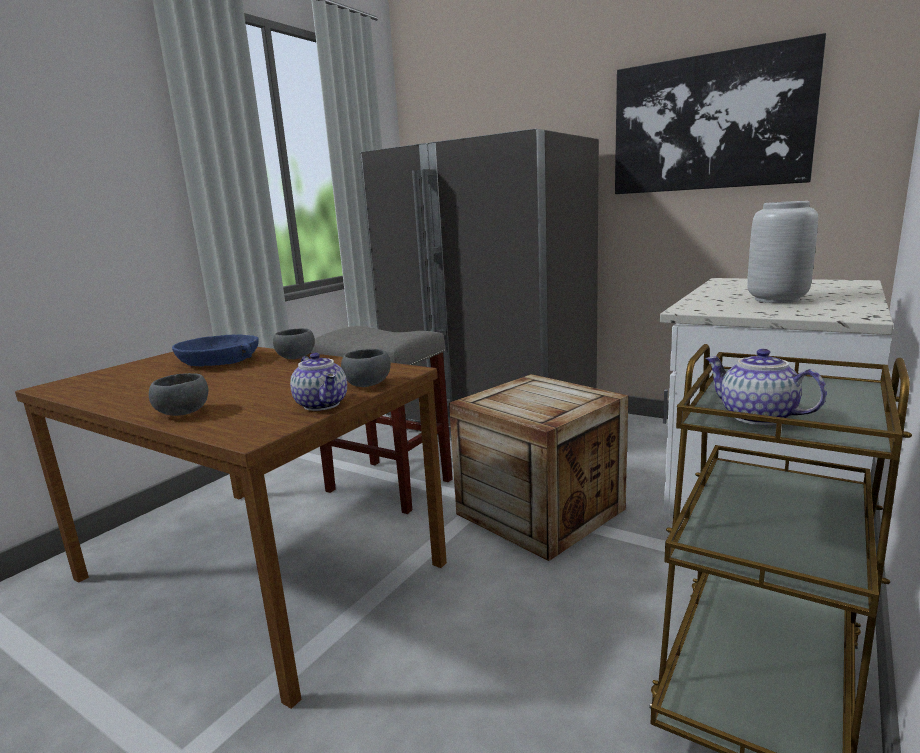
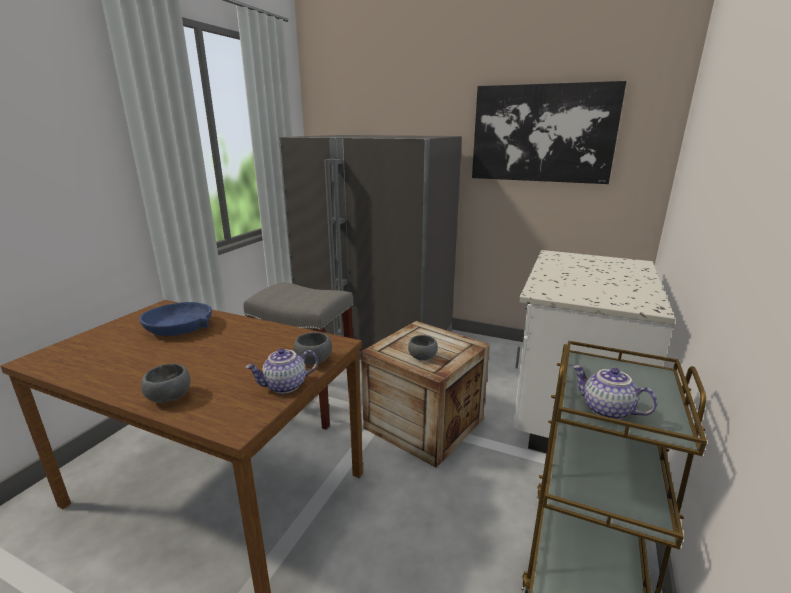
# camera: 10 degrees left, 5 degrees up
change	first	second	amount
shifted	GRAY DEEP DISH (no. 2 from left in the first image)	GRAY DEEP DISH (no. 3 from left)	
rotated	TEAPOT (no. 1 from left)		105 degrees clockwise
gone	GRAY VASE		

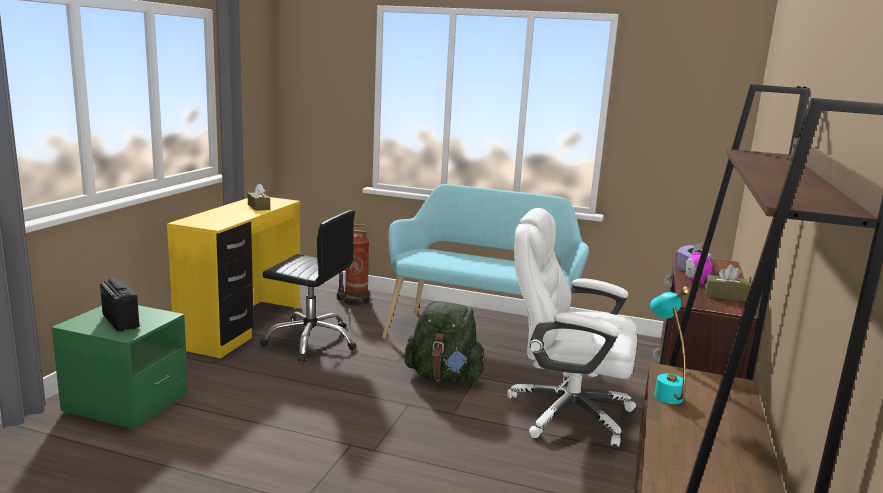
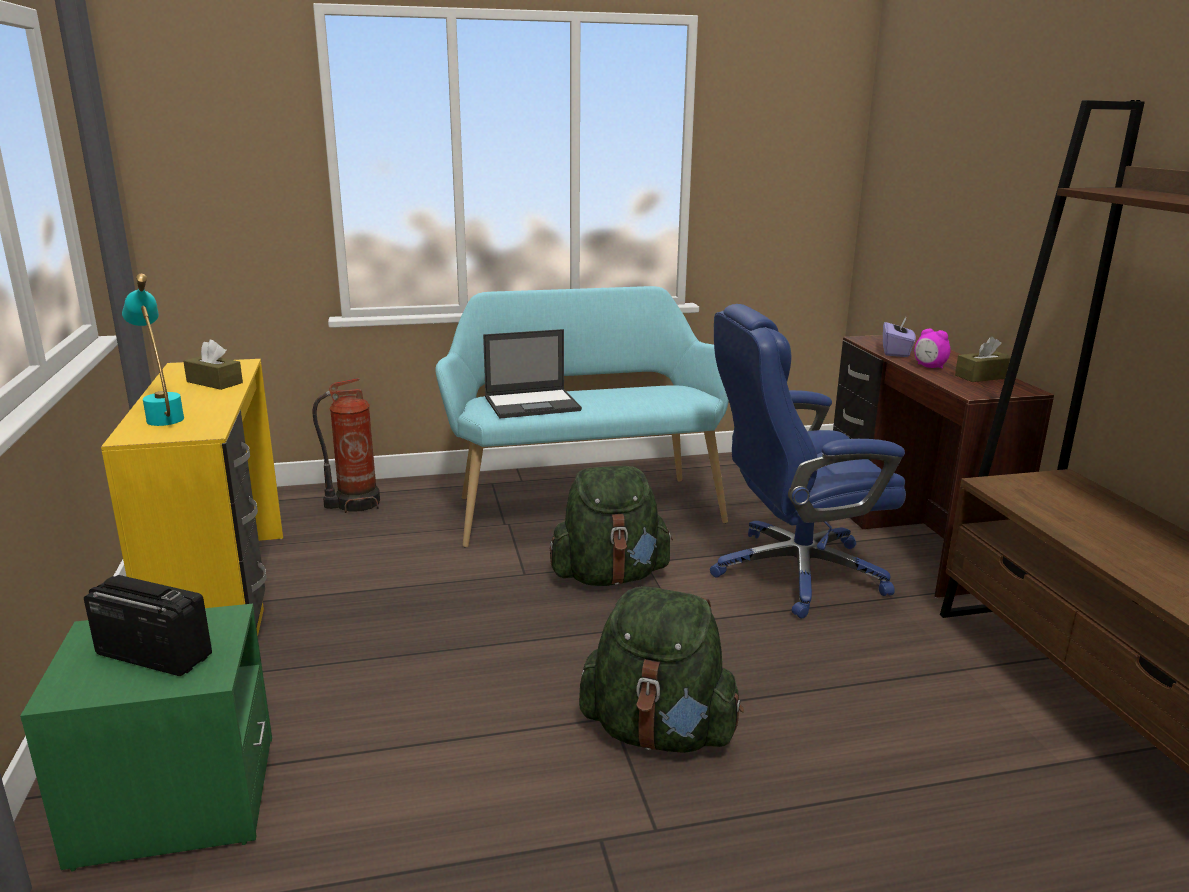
# camera: 30 degrees left, 5 degrees up
change	first	second	amount
gone	BLACKISH OFFICE CHAIR		
repainted	WHITE OFFICE CHAIR	BLUE OFFICE CHAIR	
shifted	TURQUOISE-COLOURED LAMP FOR A TABLE		
new		PORTABLE COMPUTER	
new		GREEN-COLOURED KNAPSACK (no. 2 from left)	

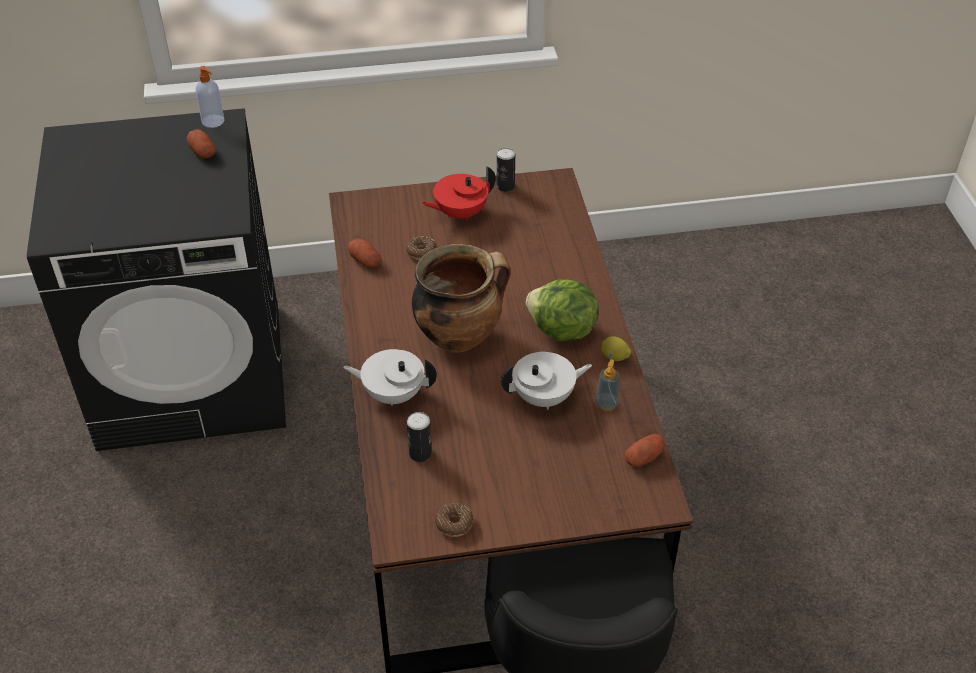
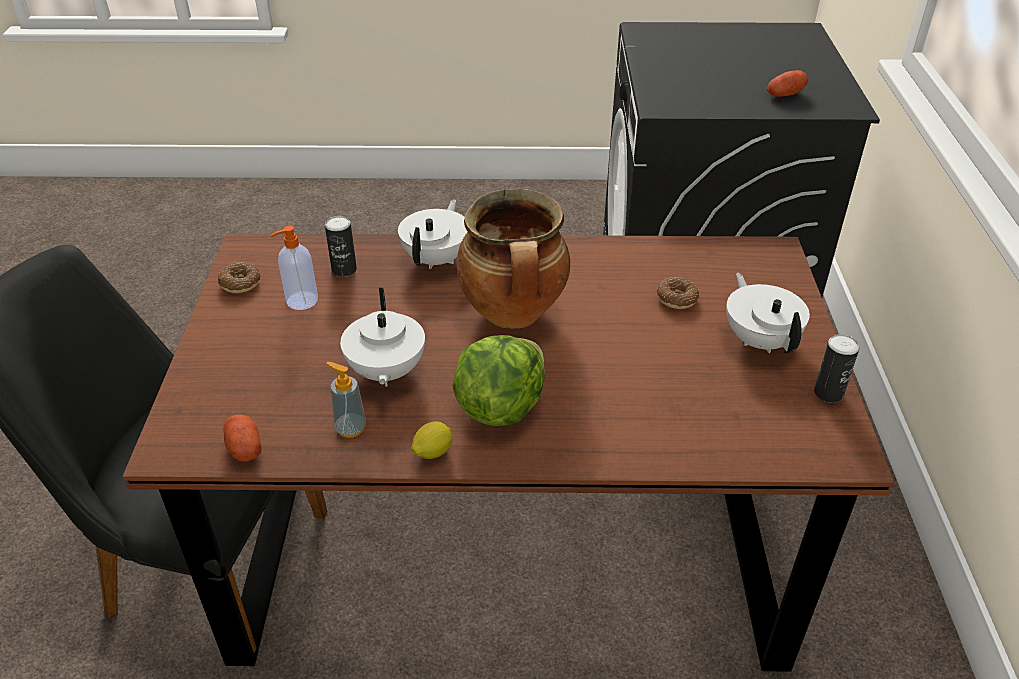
# camera: 100 degrees right, 5 degrees down
change	first	second	amount
shifted	SOAP DISPENSER (no. 1 from left)		
gone	POTATO (no. 2 from left)		
repainted	REDDISH TEAPOT	WHITE TEAPOT (no. 3 from left)	

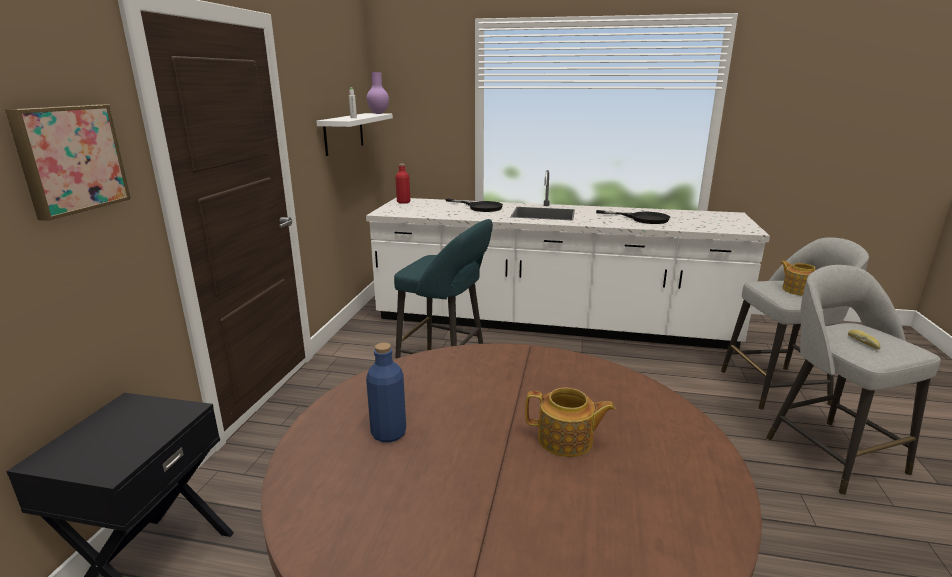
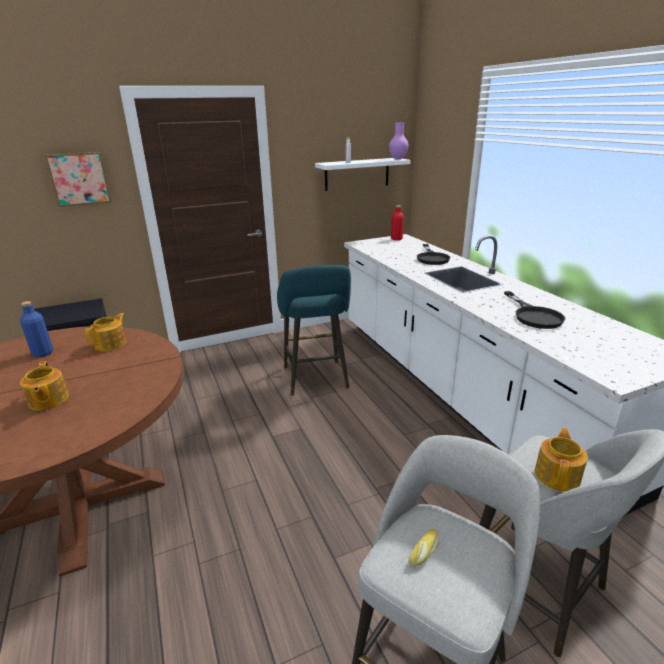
# camera: 55 degrees right, 5 degrees up
change	first	second	amount
new		TEAPOT (no. 2 from left)	

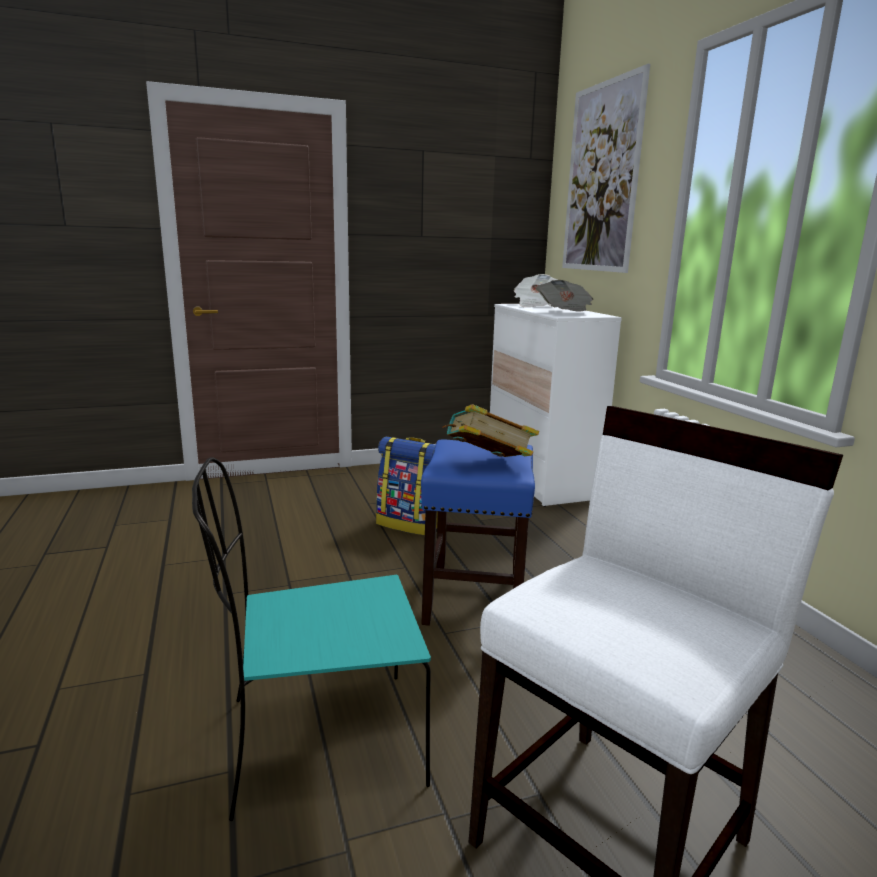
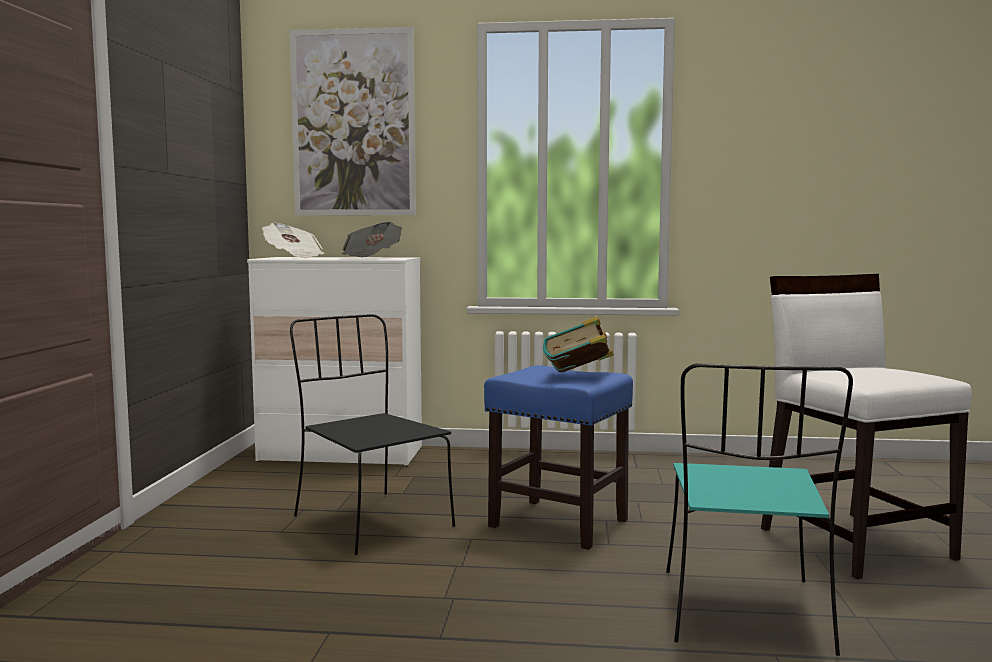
# camera: 65 degrees left, 10 degrees down
change	first	second	amount
swapped	KNAPSACK	BLACKISH PLAIN CHAIR	

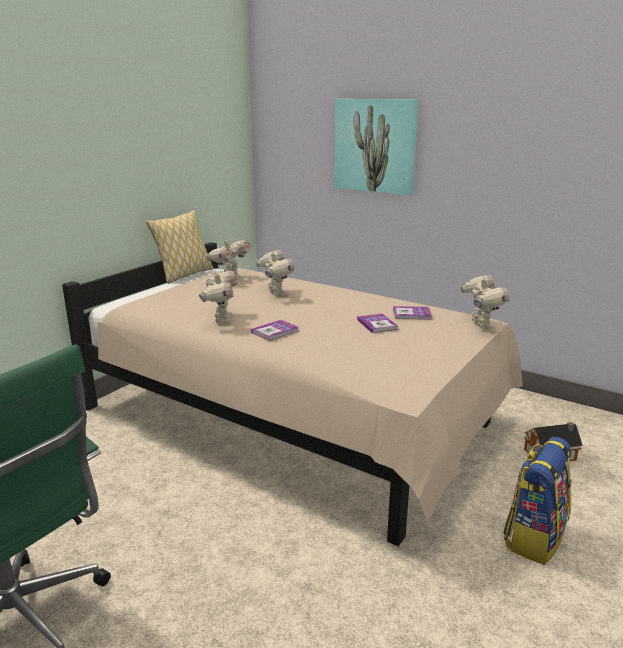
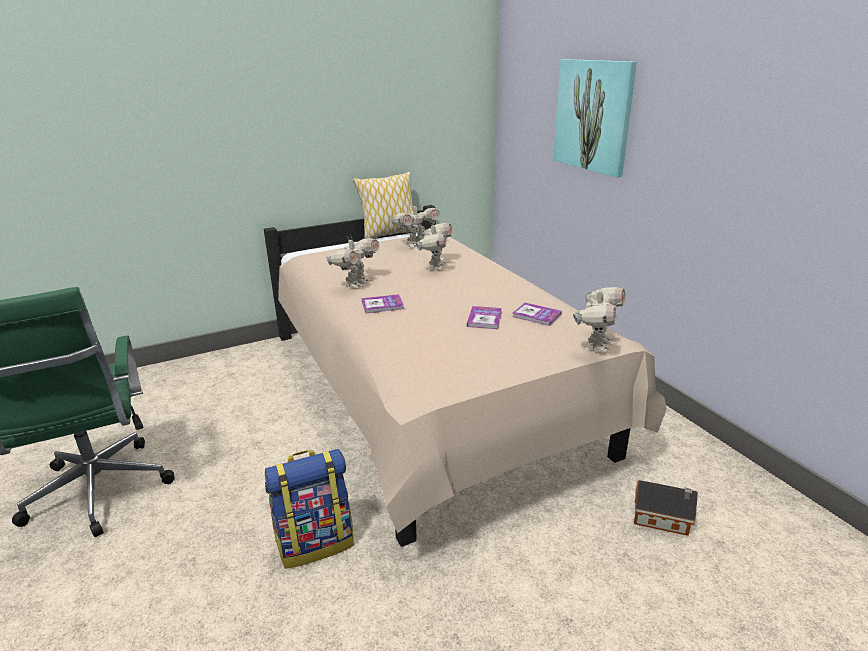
# camera: 30 degrees right, 5 degrees up
change	first	second	amount
shifted	KNAPSACK		

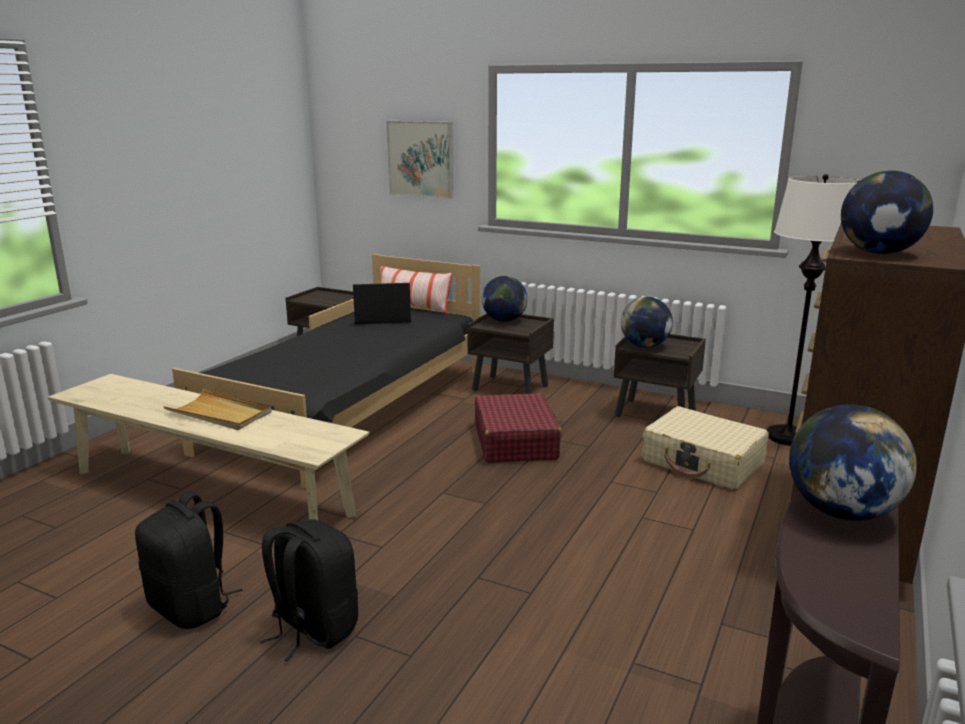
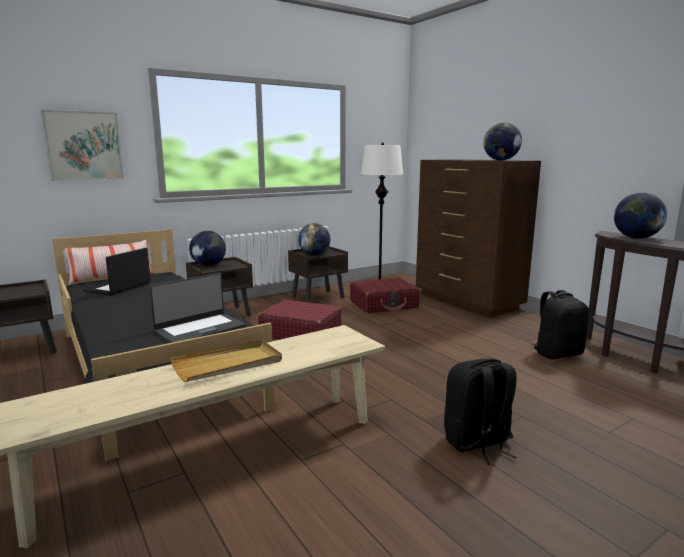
# camera: 60 degrees left, 5 degrees down
change	first	second	amount
shifted	BLACKISH KNAPSACK (no. 1 from left in the first image)	BLACKISH KNAPSACK (no. 2 from left)	
repainted	BEIGE SUITCASE	REDDISH SUITCASE (no. 2 from left)	
new		PORTABLE COMPUTER (no. 2 from left)	

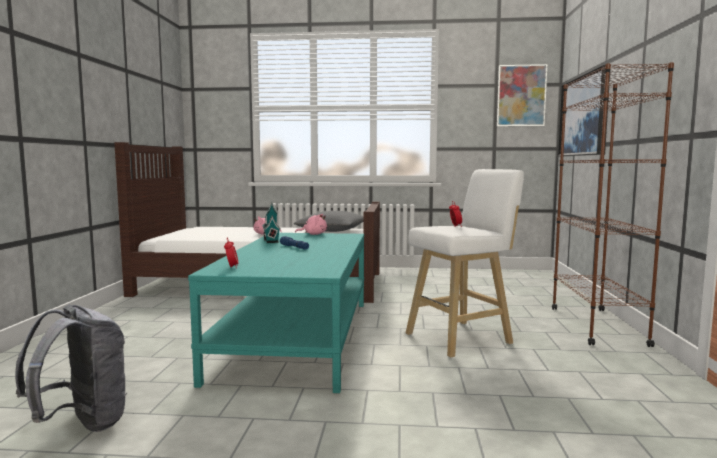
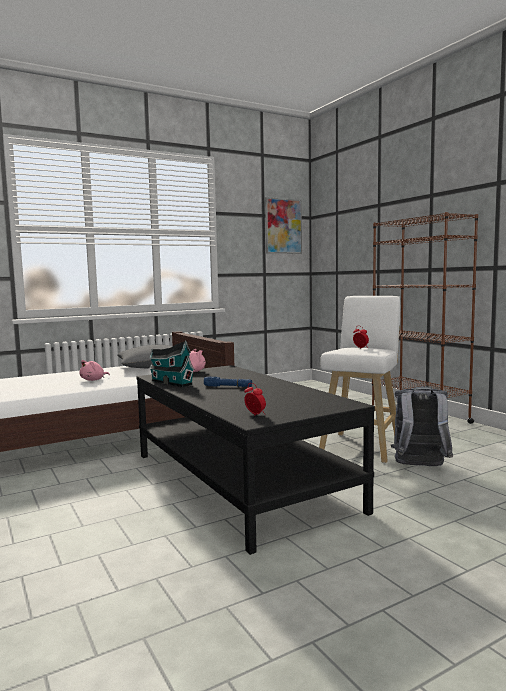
# camera: 35 degrees left, 0 degrees up
change	first	second	amount
shifted	GRAY KNAPSACK		
repainted	TURQUOISE-COLOURED COFFEE TABLE	BLACKISH COFFEE TABLE	
gone	WALL ART (no. 2 from left)		

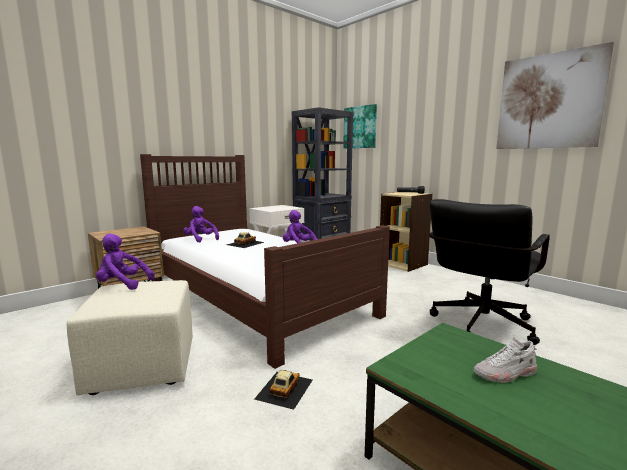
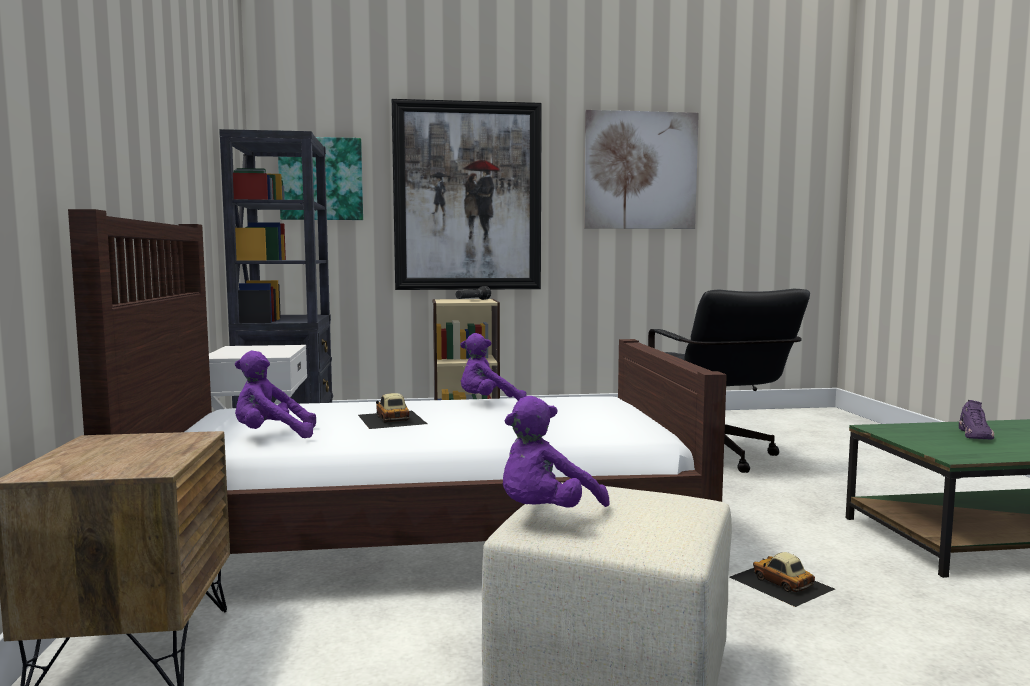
# camera: 55 degrees left, 5 degrees down
change	first	second	amount
repainted	WHITE ITEM OF FOOTWEAR	PURPLISH ITEM OF FOOTWEAR	
new		WALL ART (no. 2 from left)	

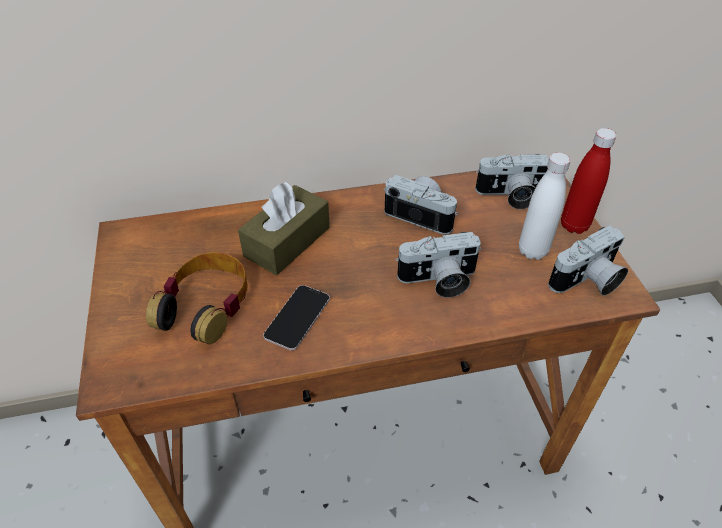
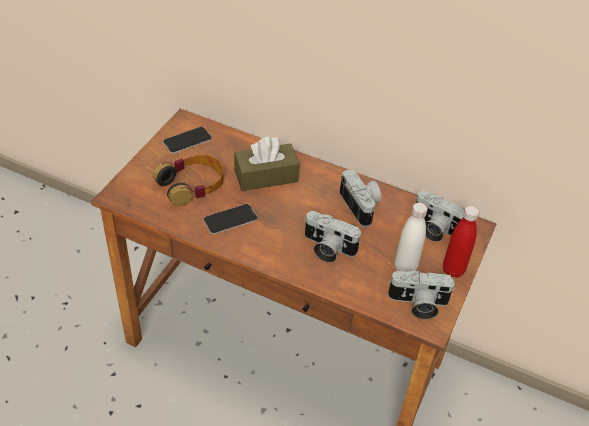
# camera: 35 degrees right, 0 degrees up
change	first	second	amount
new		PHONE (no. 1 from left)	

